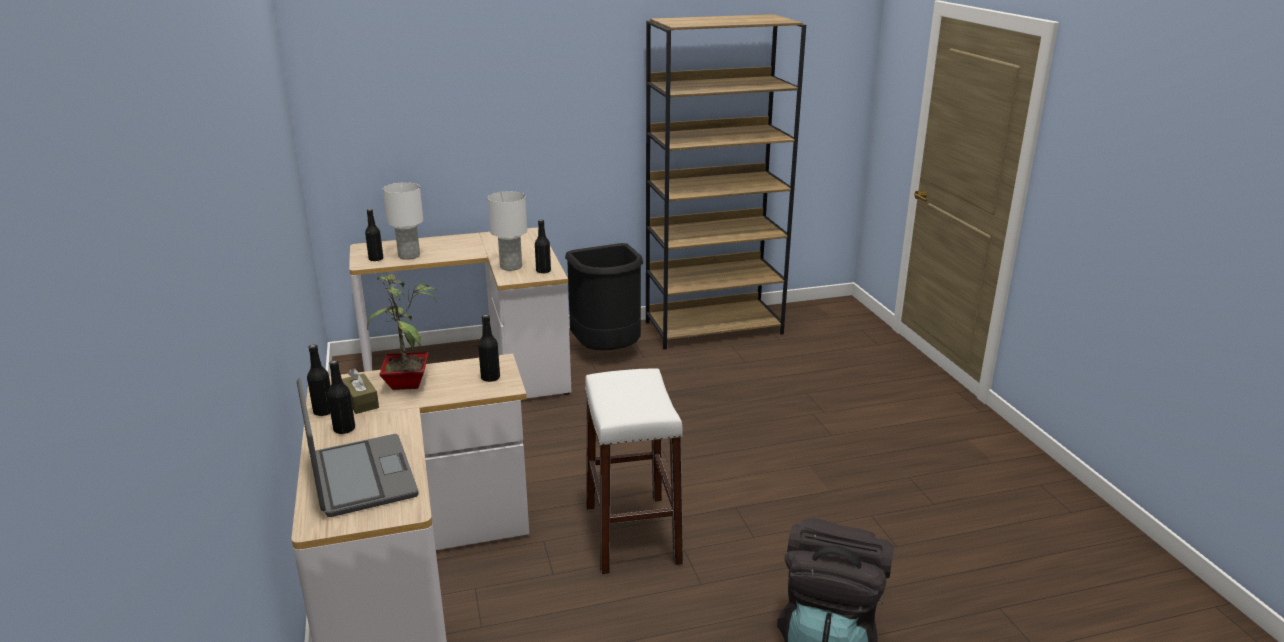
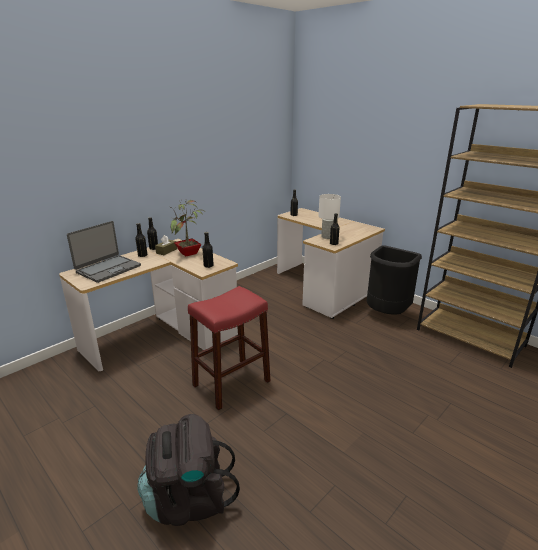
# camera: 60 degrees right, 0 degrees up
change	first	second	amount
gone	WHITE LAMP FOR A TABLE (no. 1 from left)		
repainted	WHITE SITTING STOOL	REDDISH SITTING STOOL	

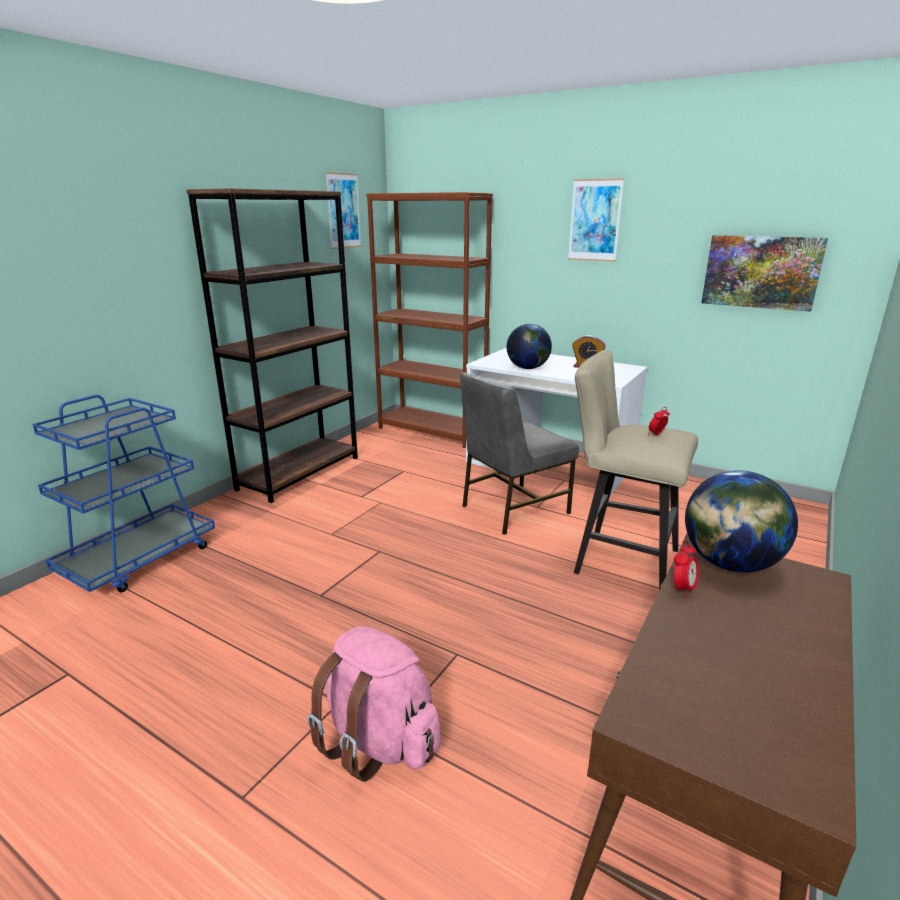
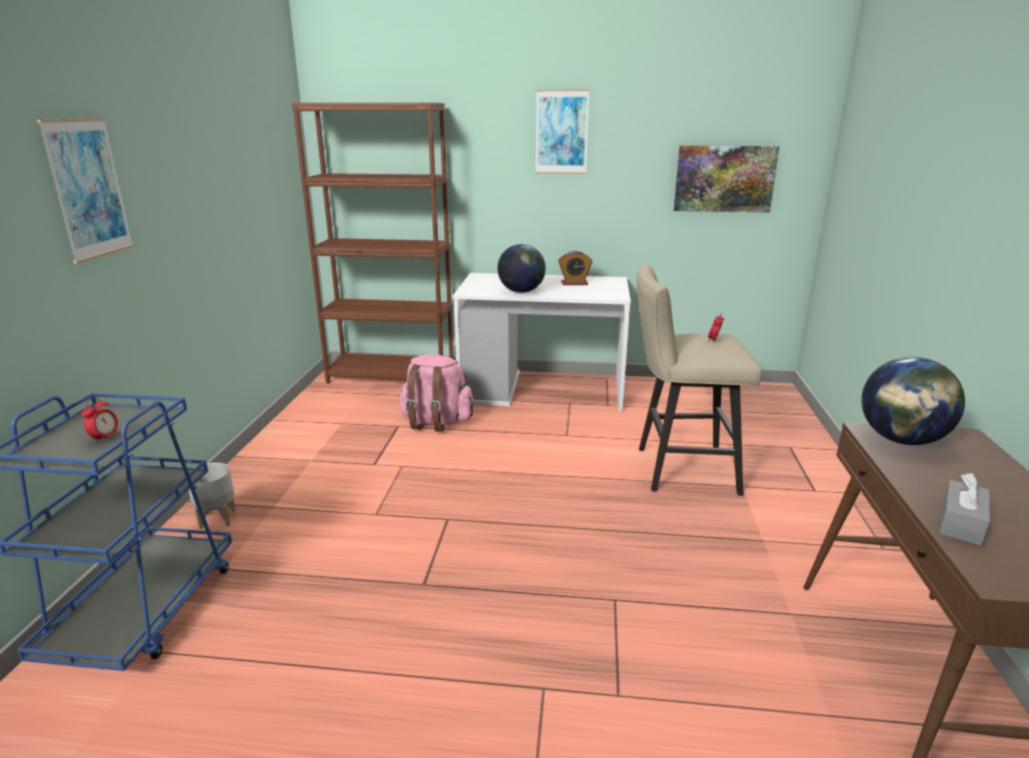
# camera: 25 degrees left, 0 degrees up
change	first	second	amount
gone	BROWNISH BOOKSHELF (no. 1 from left)		
shifted	PINK KNAPSACK		
shifted	WALL ART (no. 1 from left)		
gone	GRAY PLAIN CHAIR		
shifted	BEDSIDE CLOCK (no. 3 from left in the first image)	BEDSIDE CLOCK (no. 1 from left)	
new		GRAY PLANT POT	
new		GRAY TISSUE BOX	

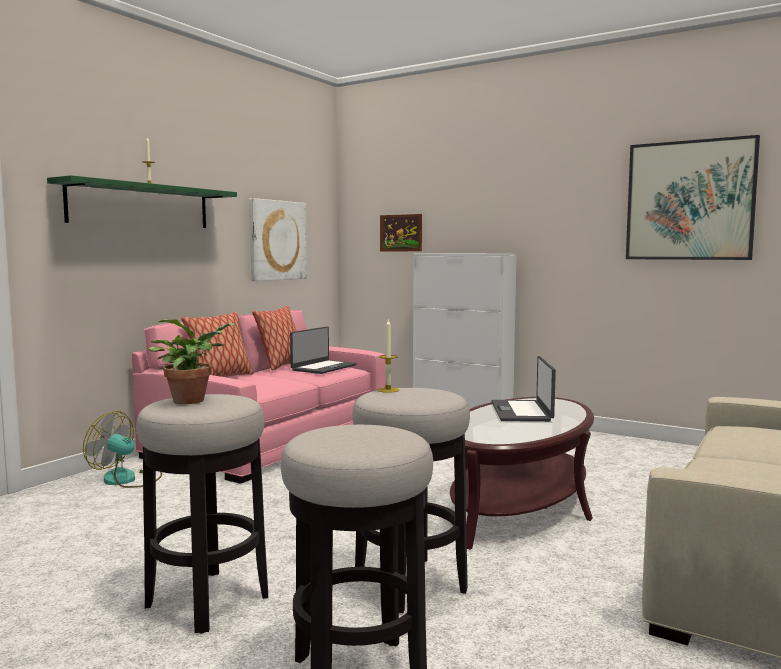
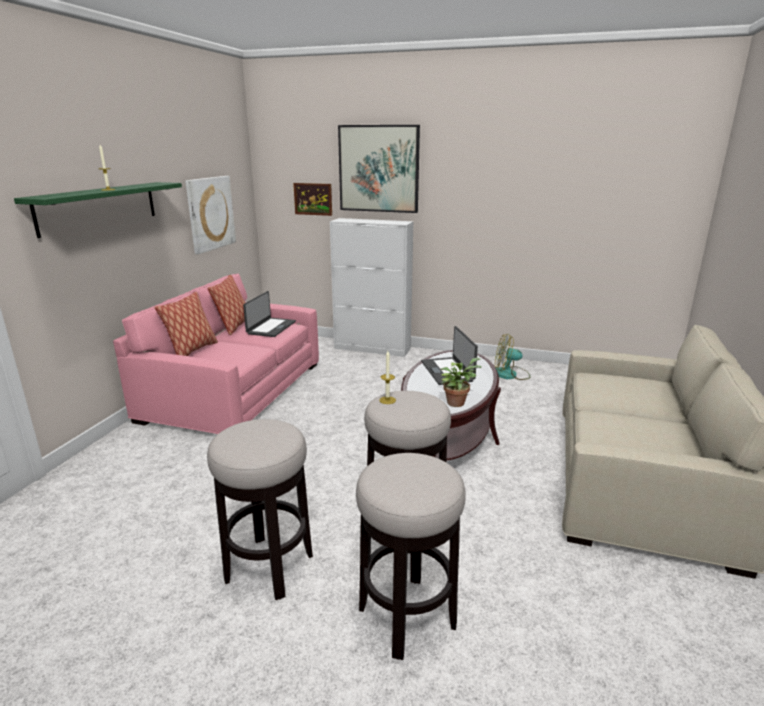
# camera: 15 degrees left, 15 degrees up
change	first	second	amount
shifted	FAN		
shifted	POTTED PLANT		
shifted	WALL ART (no. 3 from left)		

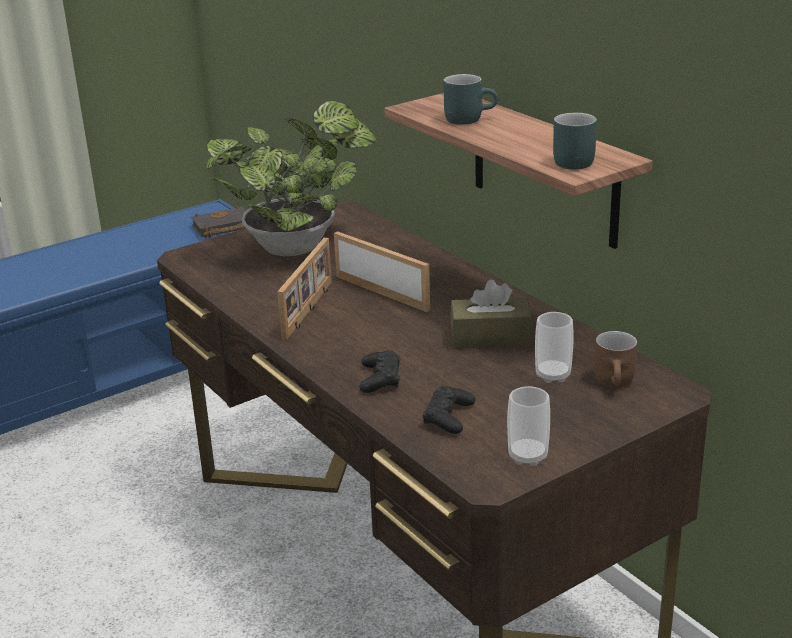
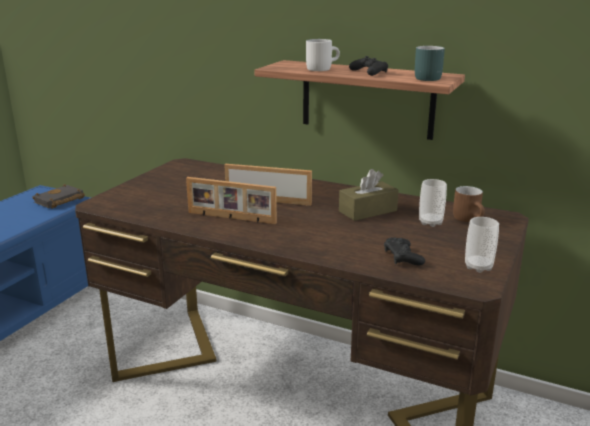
# camera: 30 degrees left, 5 degrees down
change	first	second	amount
gone	POTTED PLANT		
rotated	STANDING FRAME (no. 1 from left)		120 degrees clockwise
shifted	BLACKISH GAMEPAD (no. 1 from left)		
repainted	TURQUOISE-COLOURED COFFEE MUG (no. 1 from left)	WHITE COFFEE MUG	

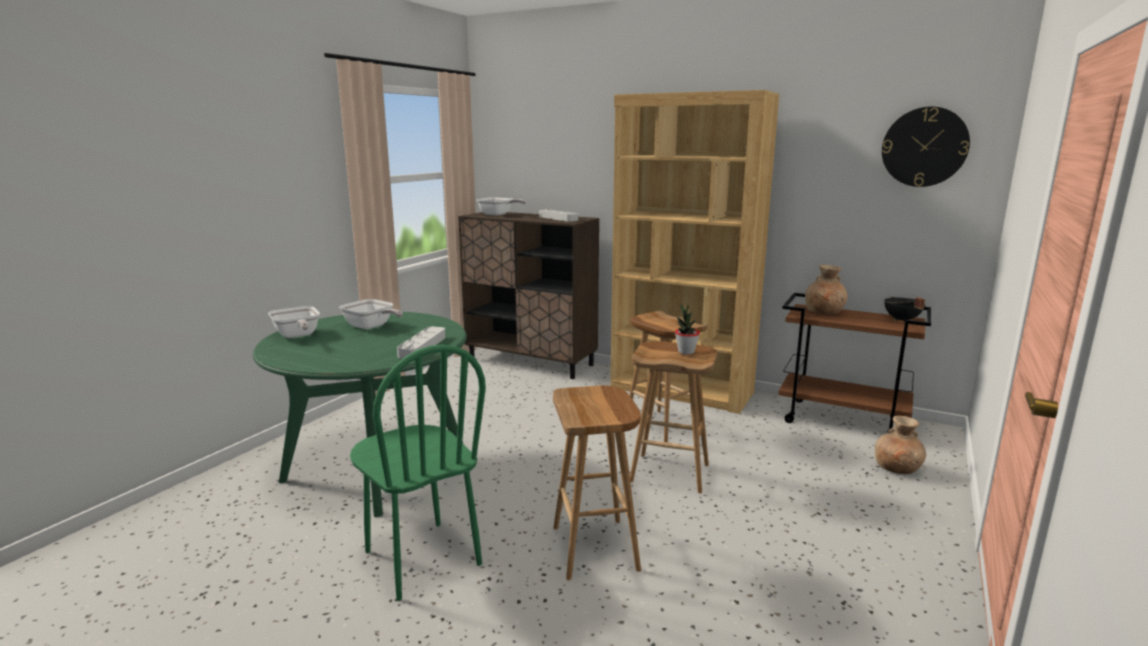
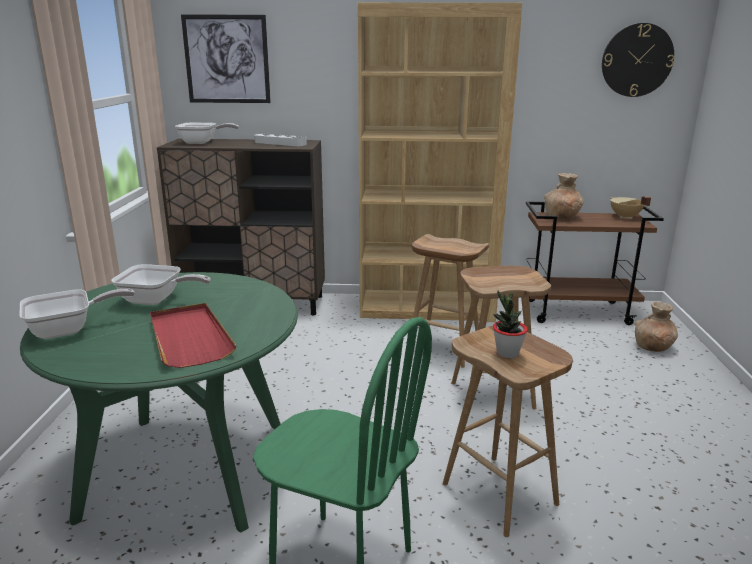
# camera: 25 degrees left, 5 degrees up
change	first	second	amount
rotated	FRYING PAN (no. 1 from left)		60 degrees counterclockwise
gone	GRAY CARRYING TRAY (no. 1 from left)		
shifted	POTTED PLANT		
repainted	BLACKISH SAUCEPOT	BEIGE SAUCEPOT	
new		REDDISH CARRYING TRAY	
new		WALL ART	

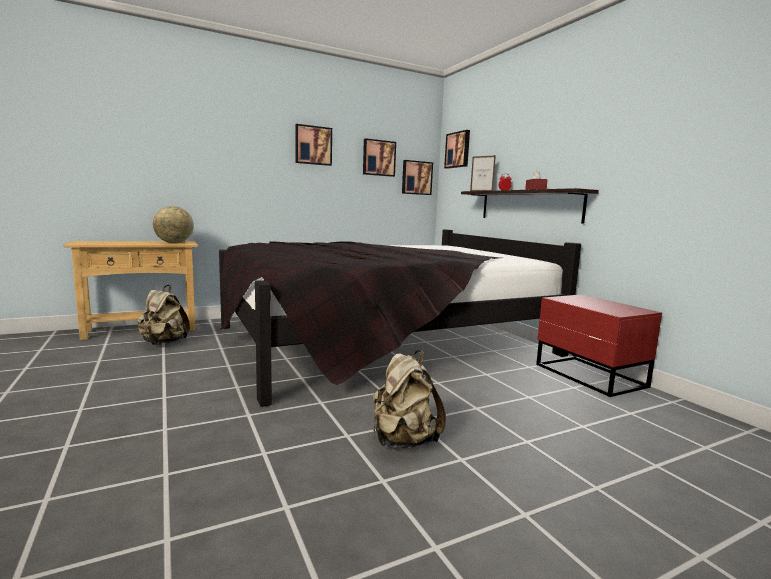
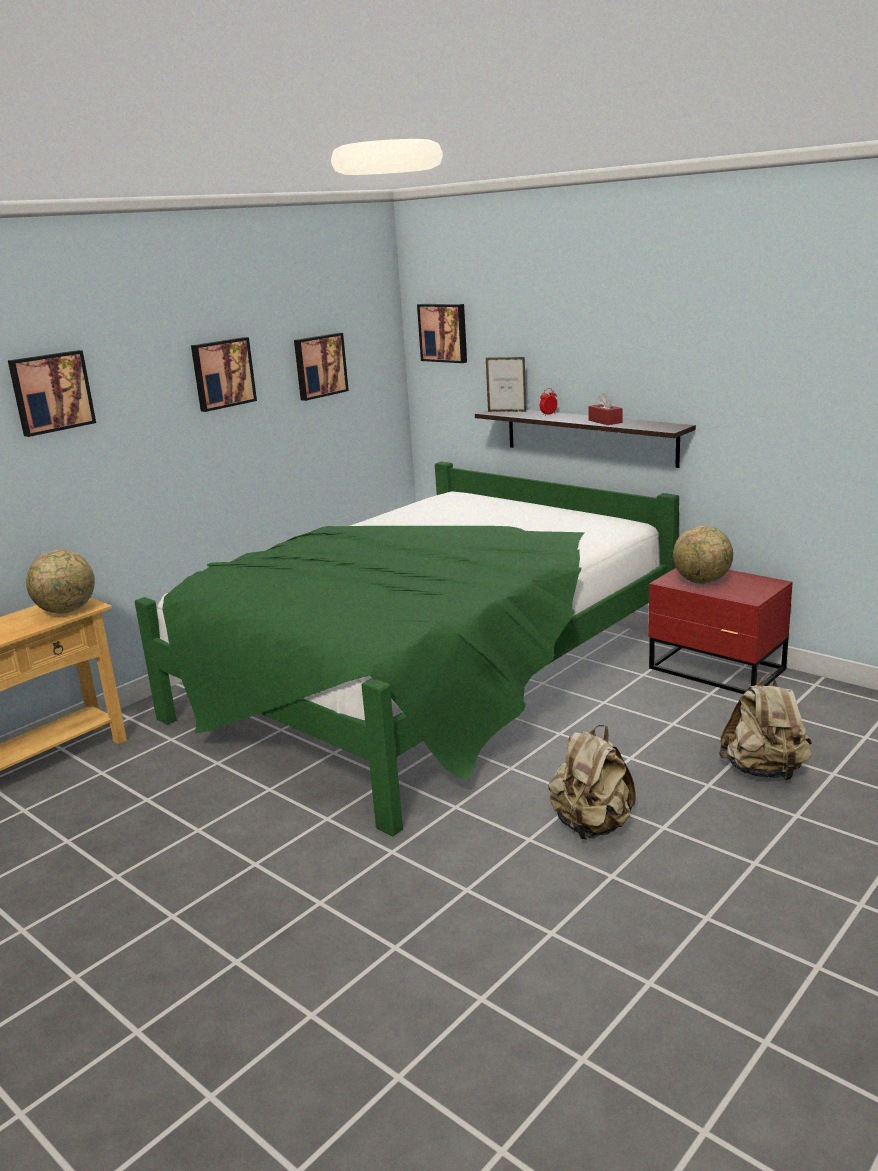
# camera: 20 degrees left, 10 degrees up
change	first	second	amount
shifted	BEIGE KNAPSACK (no. 1 from left in the first image)	BEIGE KNAPSACK (no. 2 from left)	
repainted	BLACKISH BEDROOM BED	GREEN-COLOURED BEDROOM BED	
shifted	WALL ART (no. 3 from left in the first image)	WALL ART (no. 1 from left)	
new		DESK GLOBE (no. 2 from left)	

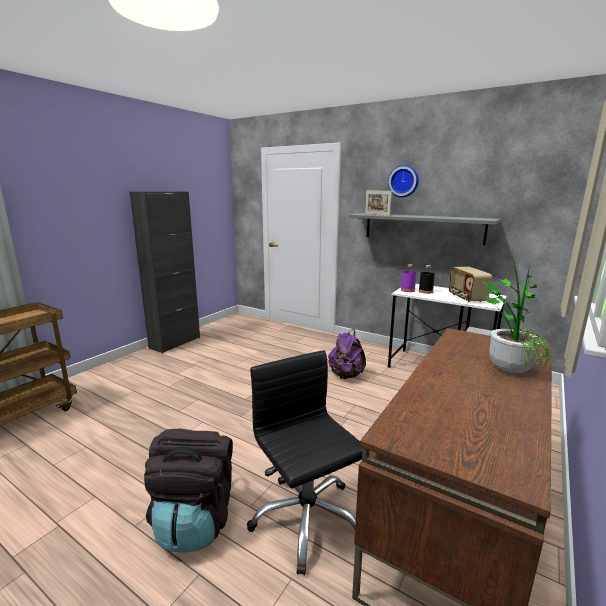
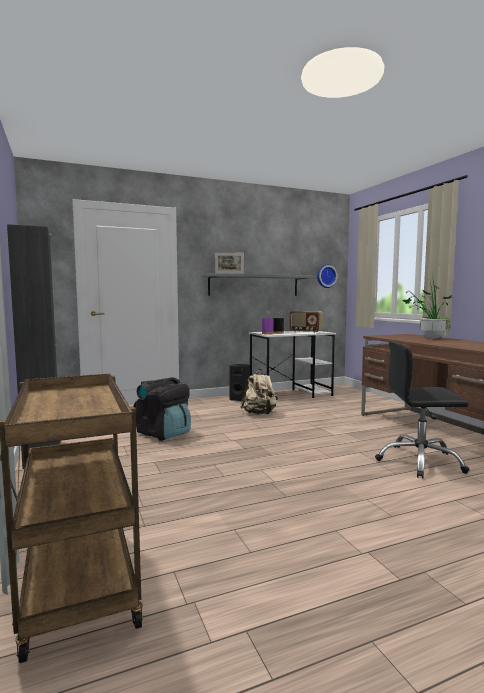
# camera: 55 degrees left, 10 degrees down
change	first	second	amount
shifted	BLACKISH KNAPSACK		
repainted	PURPLISH KNAPSACK	BEIGE KNAPSACK	
shifted	HANGING CLOCK		
new		BLACKISH AUDIO SPEAKER	

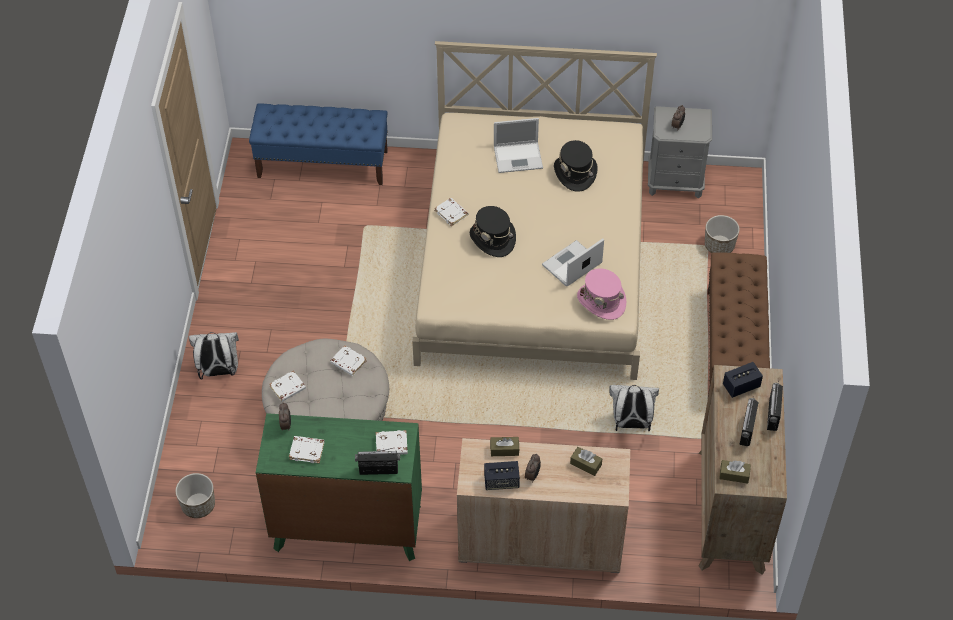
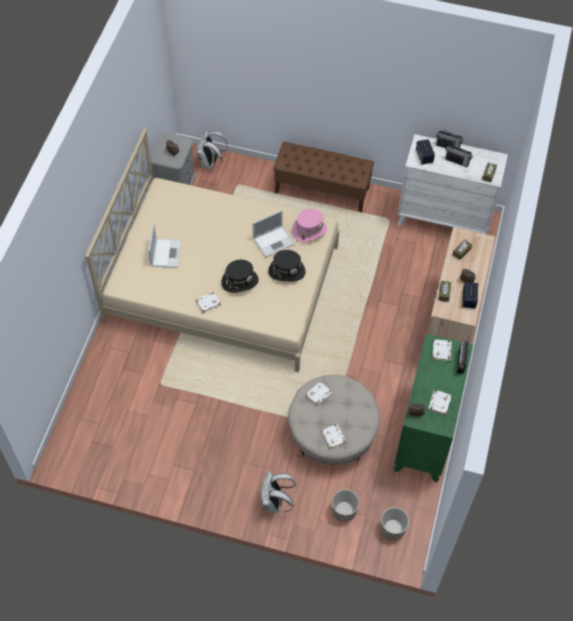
# camera: 80 degrees left, 5 degrees up
change	first	second	amount
gone	BLUE INDOOR BENCH		
rotated	PORTABLE COMPUTER (no. 2 from left)		90 degrees counterclockwise
shifted	BLACKISH HAT (no. 2 from left)		
shifted	WHITE KNAPSACK (no. 2 from left in the first image)	WHITE KNAPSACK (no. 1 from left)	
repainted	BROWNISH DRESSER	WHITE DRESSER	
shifted	PLANT POT (no. 2 from left in the first image)	PLANT POT (no. 1 from left)	

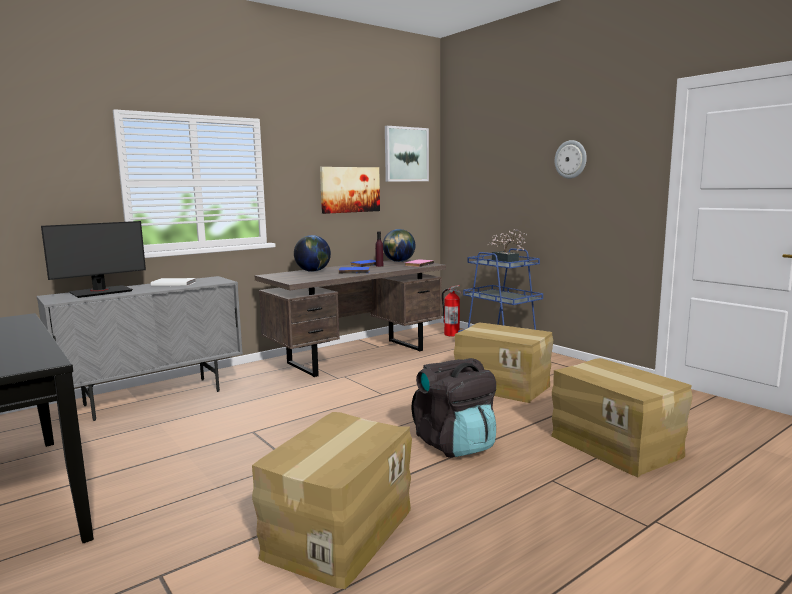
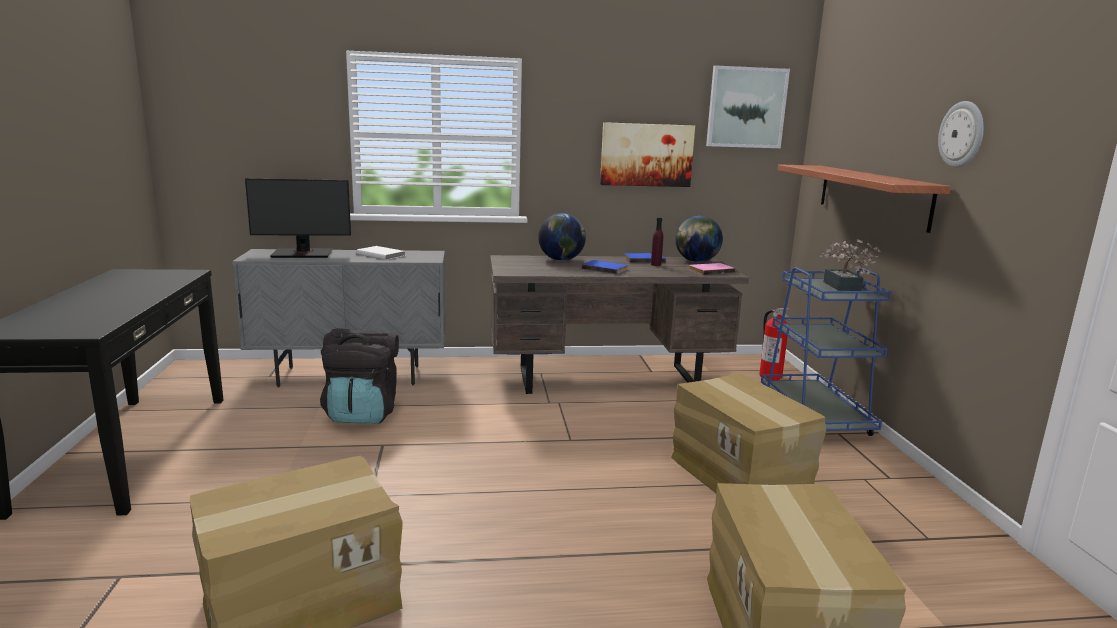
# camera: 30 degrees right, 5 degrees up
change	first	second	amount
shifted	BLACKISH KNAPSACK		
new		WALL SHELF	

